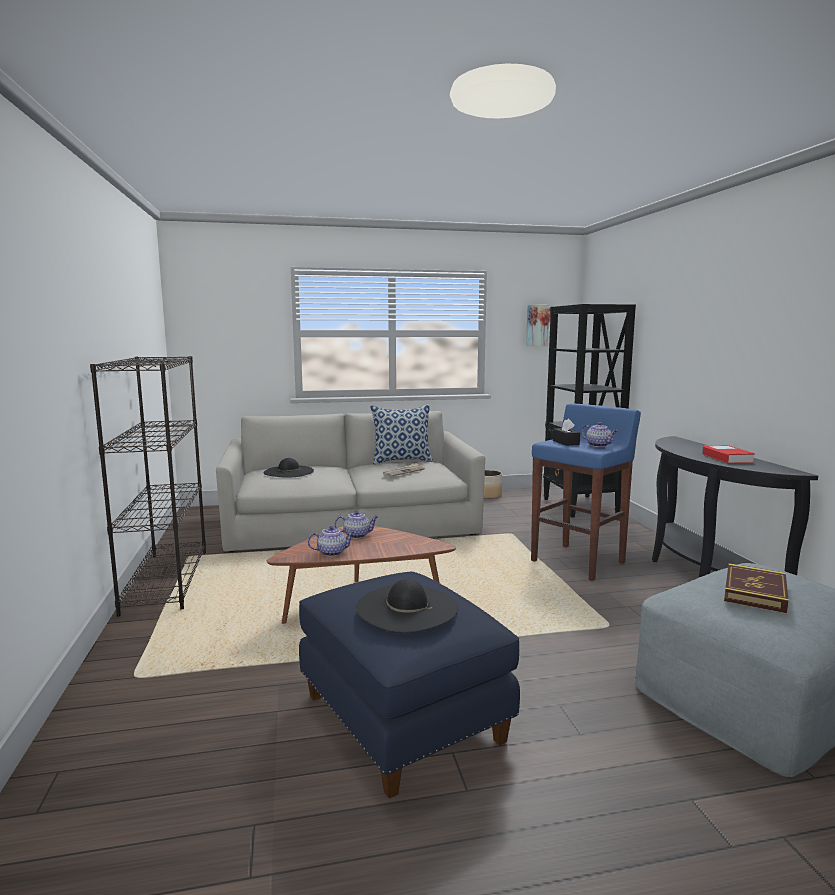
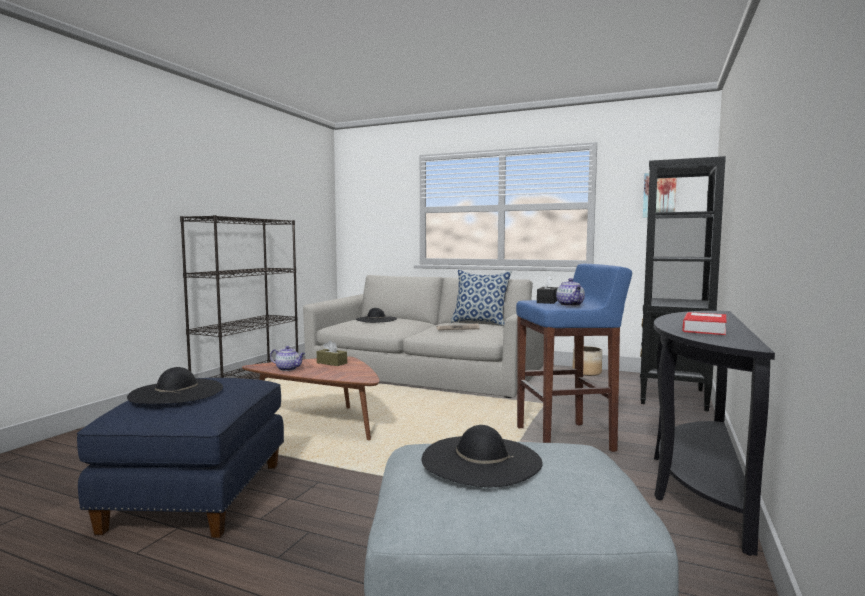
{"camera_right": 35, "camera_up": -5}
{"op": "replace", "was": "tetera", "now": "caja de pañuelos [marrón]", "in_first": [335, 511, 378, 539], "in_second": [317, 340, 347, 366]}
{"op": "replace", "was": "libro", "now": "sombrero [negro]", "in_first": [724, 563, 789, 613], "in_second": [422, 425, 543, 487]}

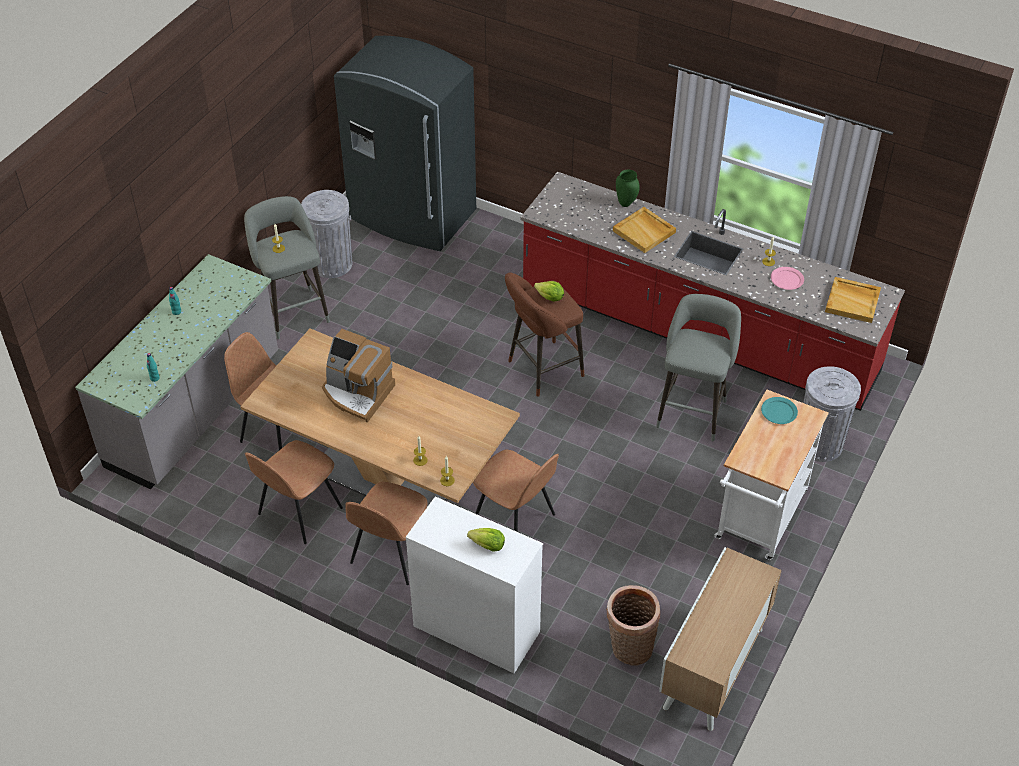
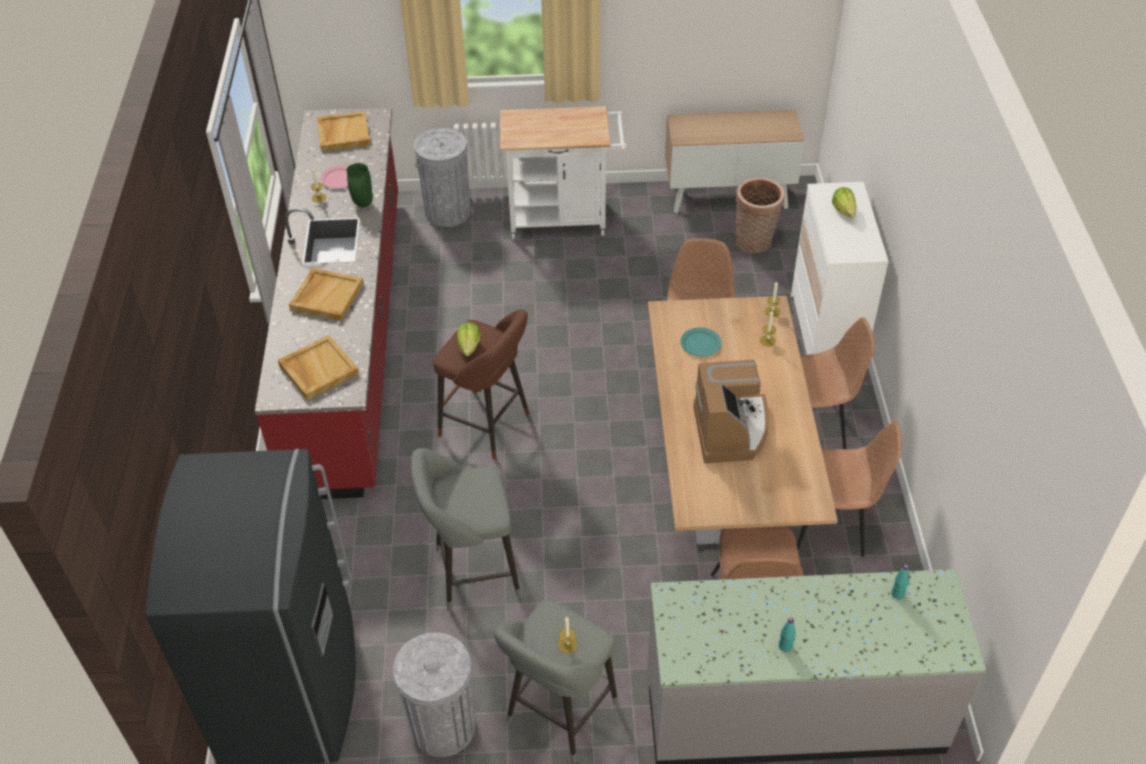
{"camera_right": -120, "camera_up": 0}
{"op": "insert", "now": "bandeja [beis]", "in_second": [278, 335, 359, 400]}
{"op": "move", "was": "florero [verde]", "in_first": [616, 169, 640, 207], "in_second": [347, 163, 373, 207]}
{"op": "move", "was": "taburete [gris]", "in_first": [656, 294, 741, 441], "in_second": [411, 448, 521, 611]}
{"op": "move", "was": "plato [turquesa]", "in_first": [761, 397, 798, 424], "in_second": [680, 327, 721, 357]}

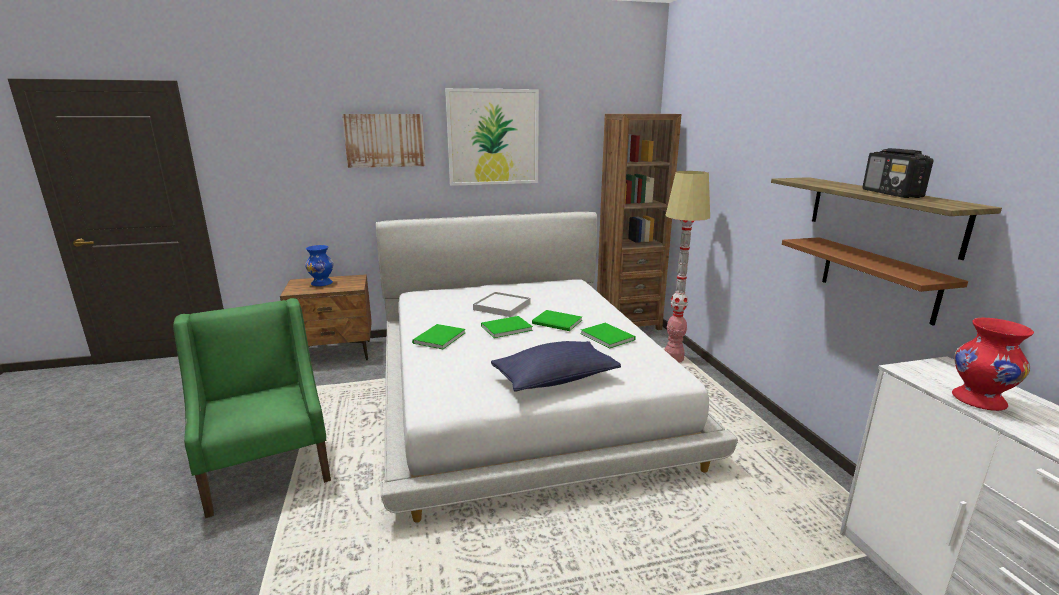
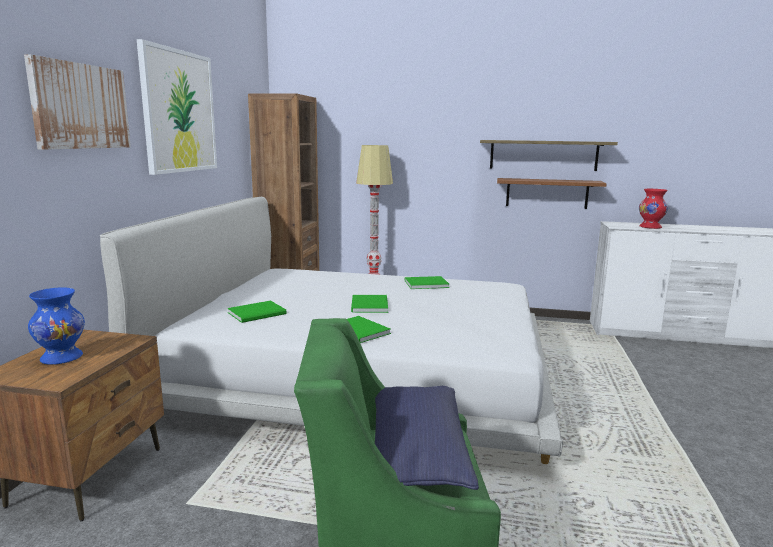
{"camera_right": -65, "camera_up": -5}
{"op": "move", "was": "libro [verde]", "in_first": [532, 310, 582, 331], "in_second": [227, 300, 287, 323]}
{"op": "move", "was": "cojín [azul]", "in_first": [491, 341, 621, 392], "in_second": [375, 386, 479, 490]}
{"op": "delete", "was": "bandeja [blanco]", "in_first": [473, 292, 530, 317]}
{"op": "delete", "was": "radio", "in_first": [862, 148, 934, 198]}

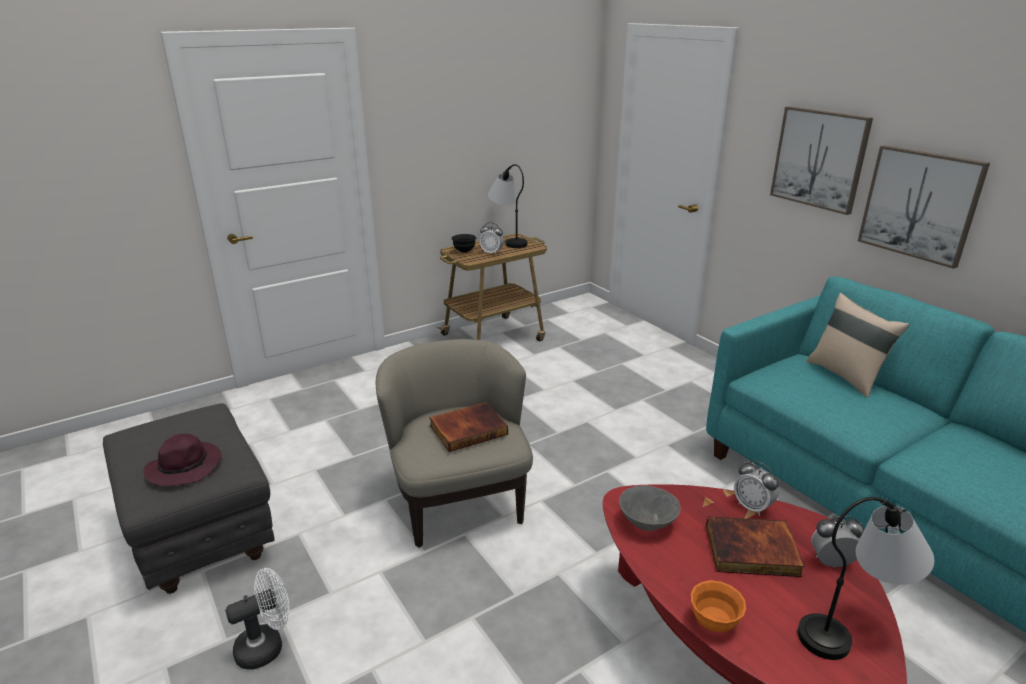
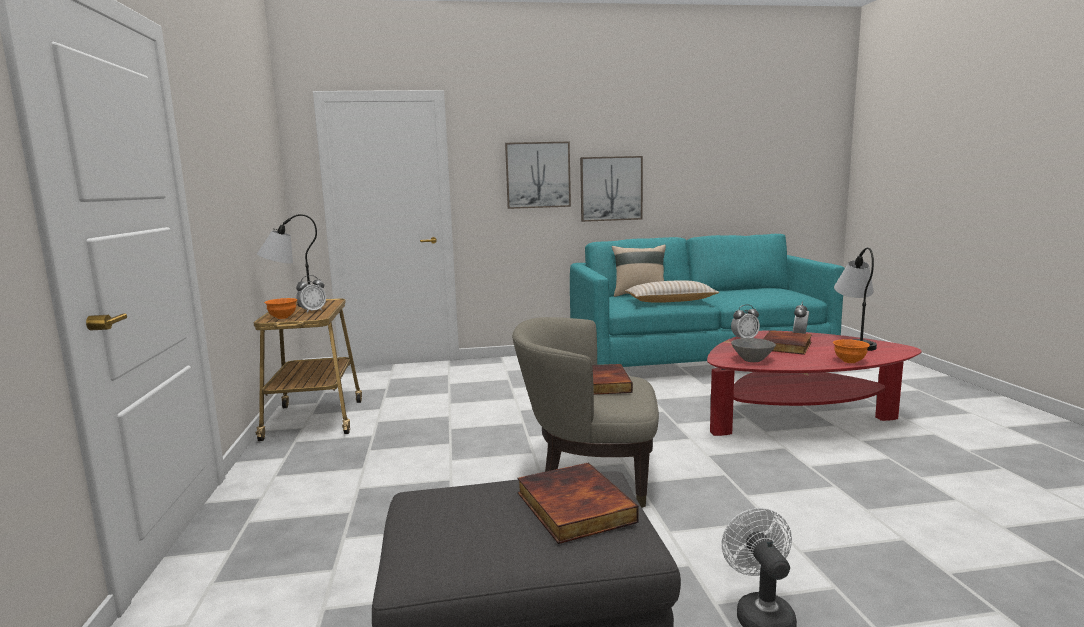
{"camera_right": -65, "camera_up": -15}
{"op": "recolor", "was": "cuenco [negro]", "now": "cuenco [naranja]", "in_first": [452, 234, 476, 253], "in_second": [264, 298, 297, 319]}
{"op": "replace", "was": "sombrero [morado]", "now": "libro", "in_first": [144, 433, 222, 486], "in_second": [518, 462, 639, 544]}
{"op": "insert", "now": "cojín [beis]", "in_second": [625, 281, 719, 303]}

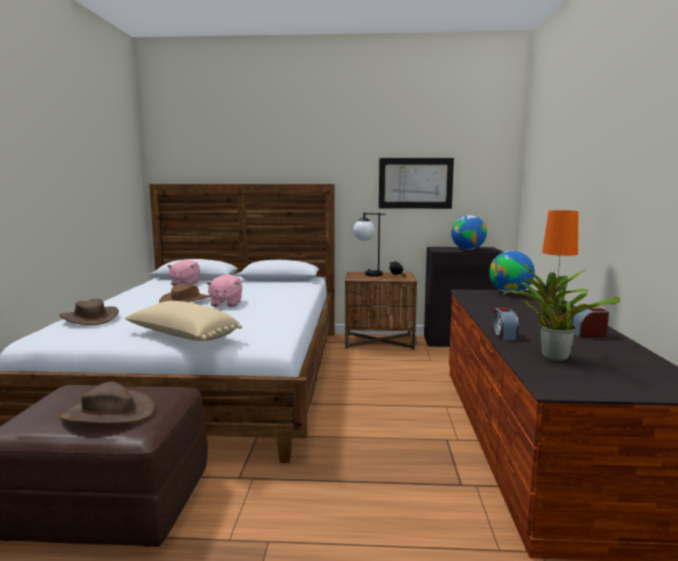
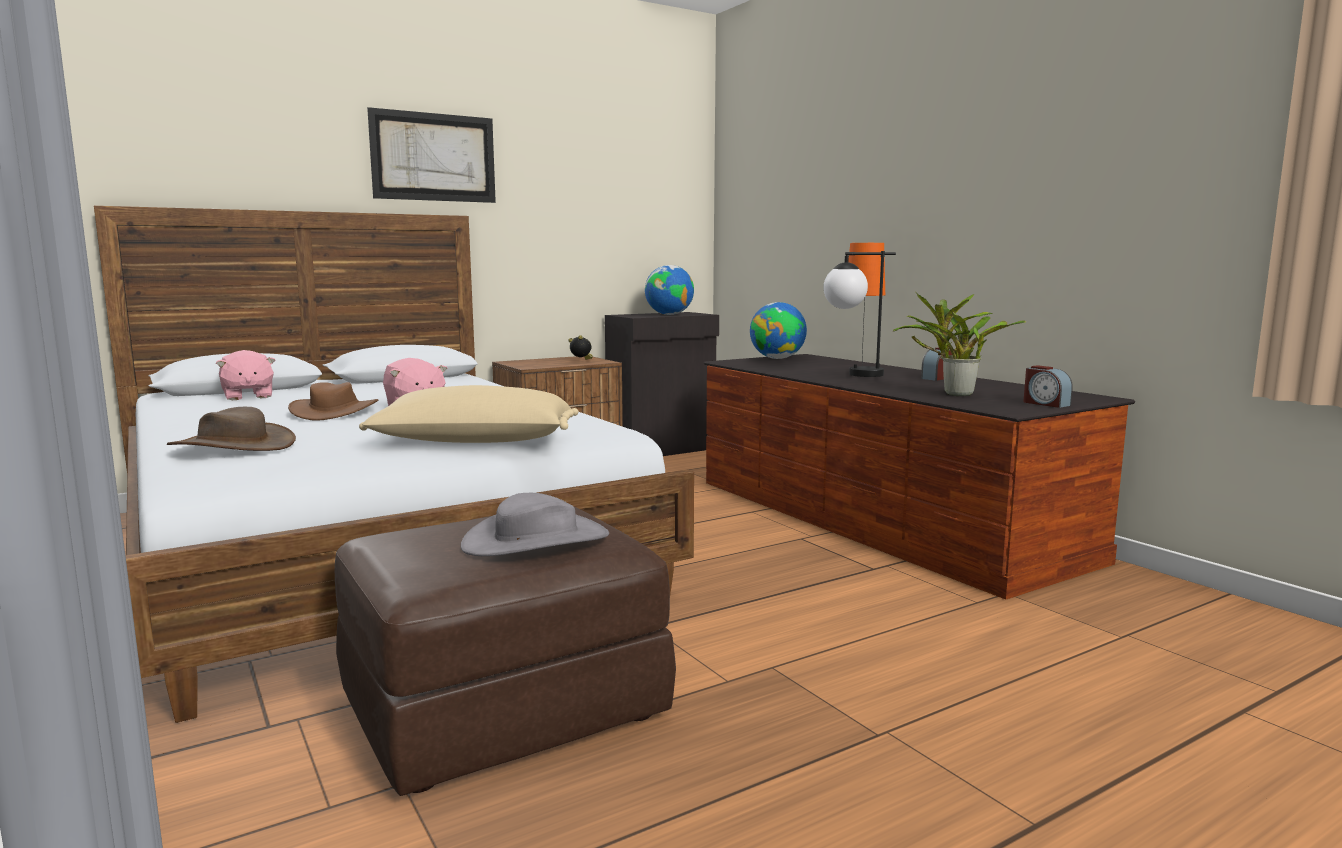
{"camera_right": -35, "camera_up": 0}
{"op": "move", "was": "cuadro", "in_first": [379, 158, 454, 209], "in_second": [367, 107, 496, 203]}
{"op": "recolor", "was": "sombrero [marrón]", "now": "sombrero [gris]", "in_first": [59, 381, 156, 424], "in_second": [461, 493, 609, 556]}
{"op": "move", "was": "lámpara de mesa", "in_first": [353, 213, 385, 277], "in_second": [823, 251, 896, 377]}
{"op": "move", "was": "despertador", "in_first": [493, 307, 519, 340], "in_second": [1023, 365, 1073, 408]}

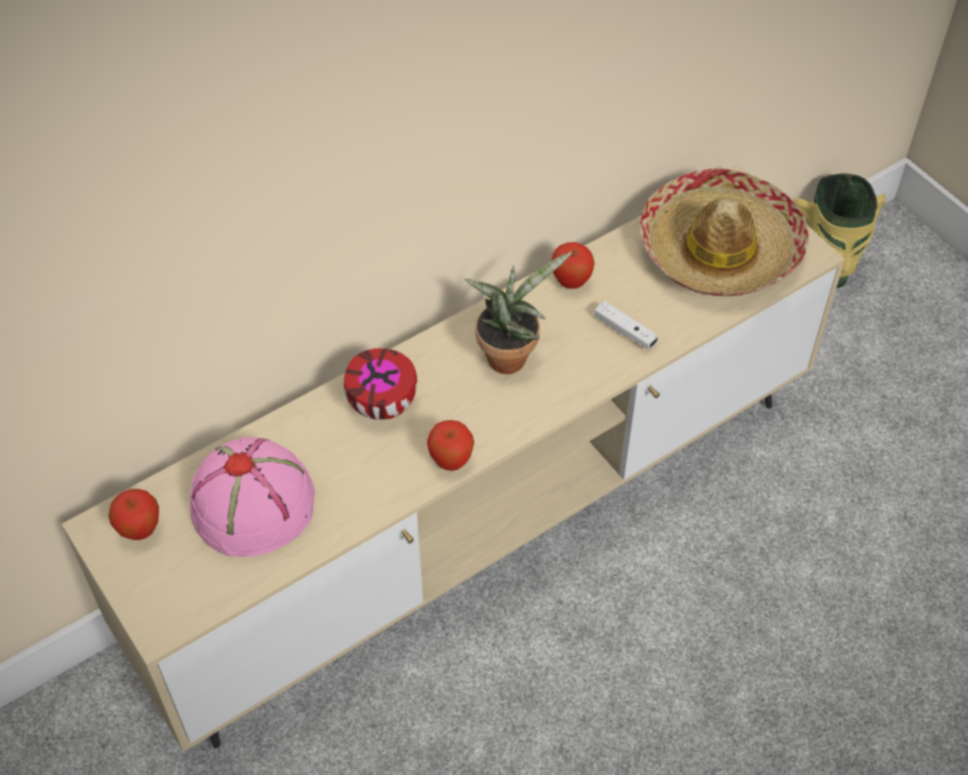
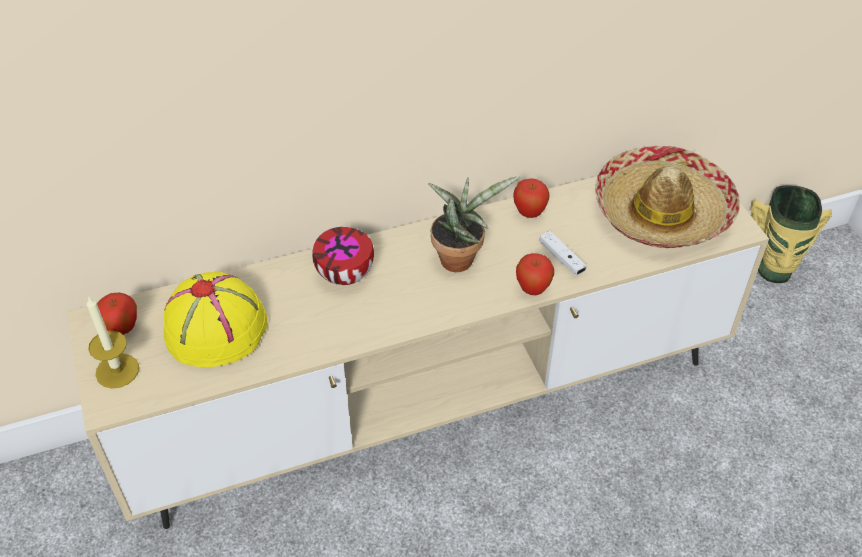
{"camera_right": 15, "camera_up": -5}
{"op": "insert", "now": "vela", "in_second": [87, 296, 139, 389]}
{"op": "recolor", "was": "sombrero [rosa]", "now": "sombrero [amarillo]", "in_first": [190, 437, 315, 557], "in_second": [163, 271, 267, 368]}
{"op": "move", "was": "manzana", "in_first": [427, 420, 474, 471], "in_second": [516, 253, 554, 295]}

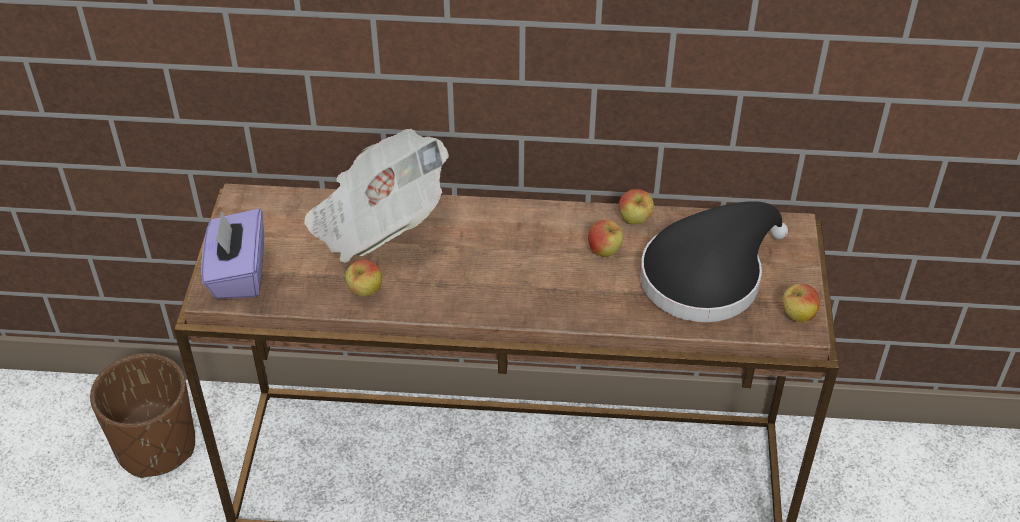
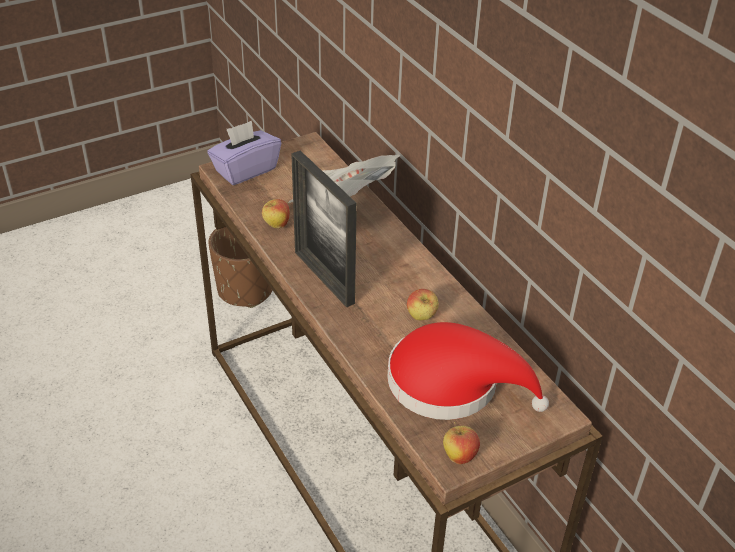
{"camera_right": 55, "camera_up": -5}
{"op": "insert", "now": "portarretratos", "in_second": [291, 151, 357, 308]}
{"op": "recolor", "was": "sombrero [negro]", "now": "sombrero [rojo]", "in_first": [640, 201, 788, 322], "in_second": [387, 322, 549, 420]}
{"op": "delete", "was": "manzana", "in_first": [619, 189, 654, 224]}

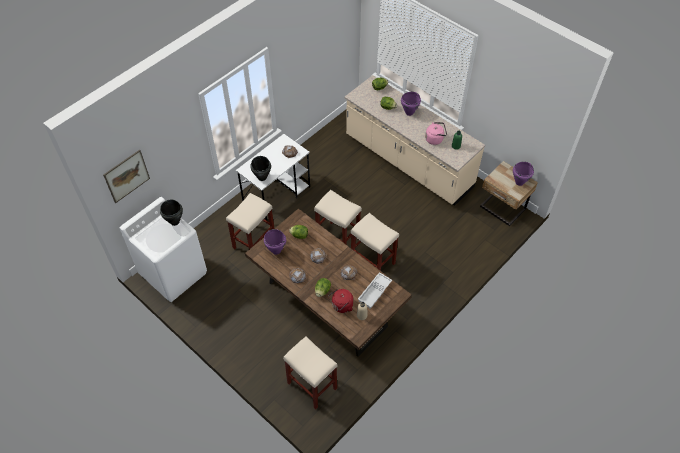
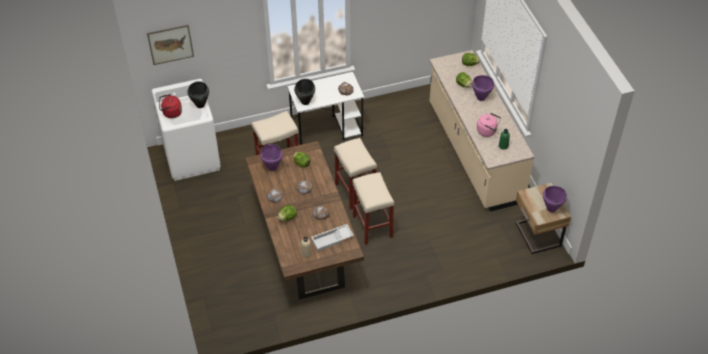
{"camera_right": 30, "camera_up": -5}
{"op": "move", "was": "hervidor [rojo]", "in_first": [328, 289, 353, 313], "in_second": [159, 94, 182, 118]}
{"op": "delete", "was": "taburete [beis]", "in_first": [283, 336, 338, 409]}

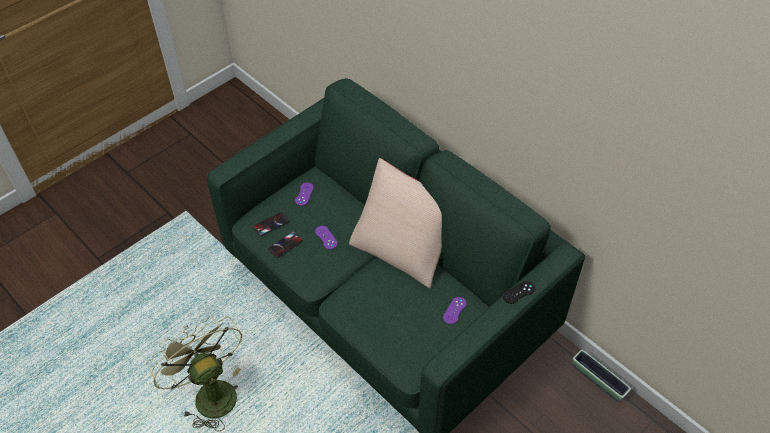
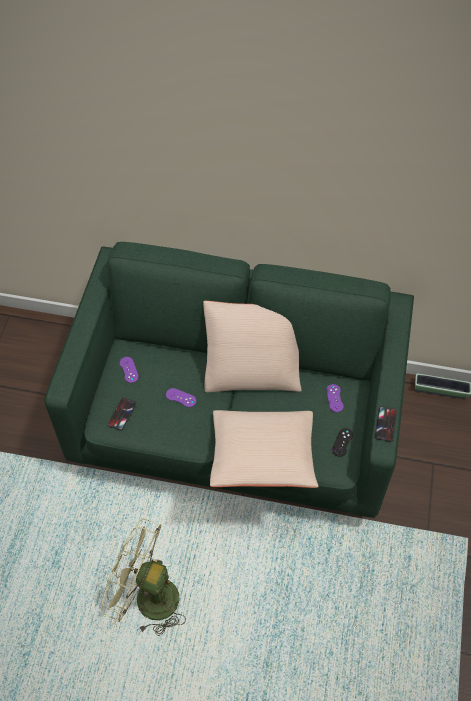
{"camera_right": -35, "camera_up": 5}
{"op": "insert", "now": "cojín [beis]", "in_second": [210, 410, 319, 488]}
{"op": "move", "was": "mando de consola [negro]", "in_first": [503, 281, 535, 304], "in_second": [332, 428, 353, 457]}
{"op": "move", "was": "móvil", "in_first": [268, 231, 303, 258], "in_second": [375, 406, 397, 442]}

